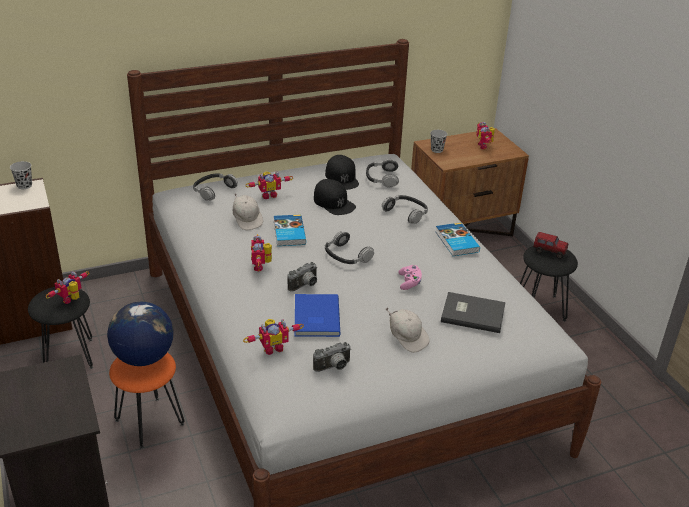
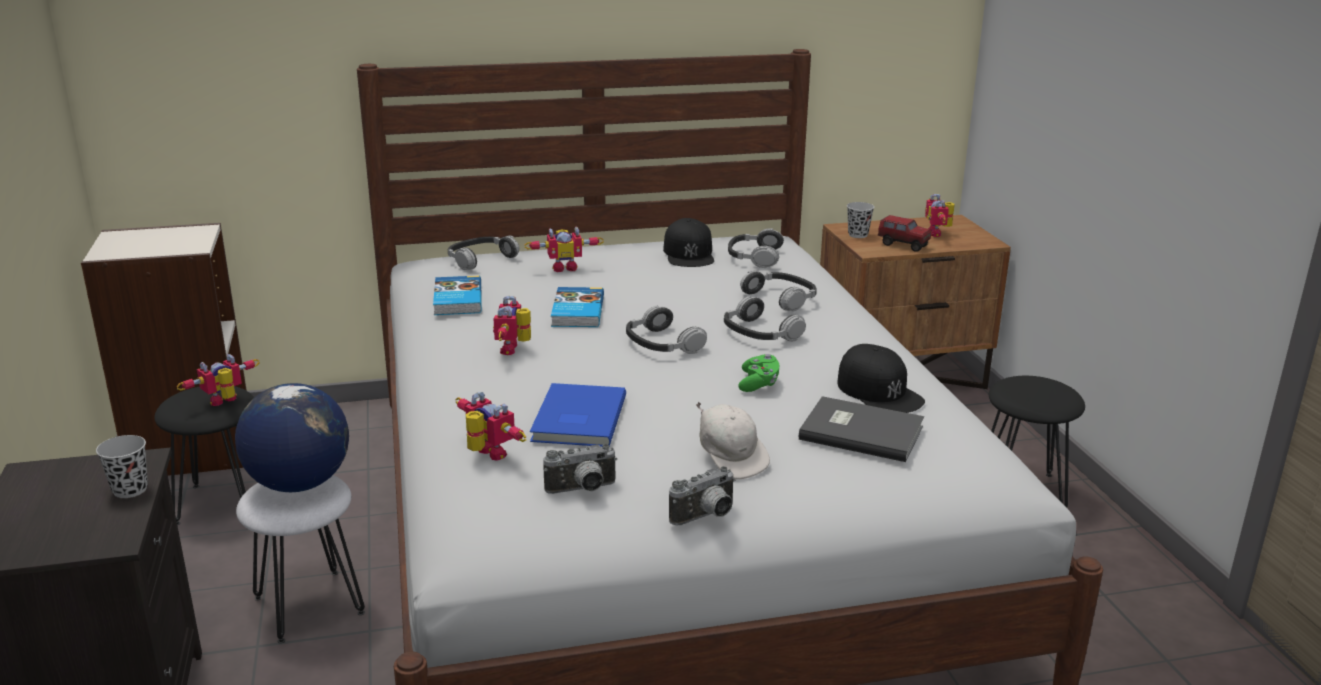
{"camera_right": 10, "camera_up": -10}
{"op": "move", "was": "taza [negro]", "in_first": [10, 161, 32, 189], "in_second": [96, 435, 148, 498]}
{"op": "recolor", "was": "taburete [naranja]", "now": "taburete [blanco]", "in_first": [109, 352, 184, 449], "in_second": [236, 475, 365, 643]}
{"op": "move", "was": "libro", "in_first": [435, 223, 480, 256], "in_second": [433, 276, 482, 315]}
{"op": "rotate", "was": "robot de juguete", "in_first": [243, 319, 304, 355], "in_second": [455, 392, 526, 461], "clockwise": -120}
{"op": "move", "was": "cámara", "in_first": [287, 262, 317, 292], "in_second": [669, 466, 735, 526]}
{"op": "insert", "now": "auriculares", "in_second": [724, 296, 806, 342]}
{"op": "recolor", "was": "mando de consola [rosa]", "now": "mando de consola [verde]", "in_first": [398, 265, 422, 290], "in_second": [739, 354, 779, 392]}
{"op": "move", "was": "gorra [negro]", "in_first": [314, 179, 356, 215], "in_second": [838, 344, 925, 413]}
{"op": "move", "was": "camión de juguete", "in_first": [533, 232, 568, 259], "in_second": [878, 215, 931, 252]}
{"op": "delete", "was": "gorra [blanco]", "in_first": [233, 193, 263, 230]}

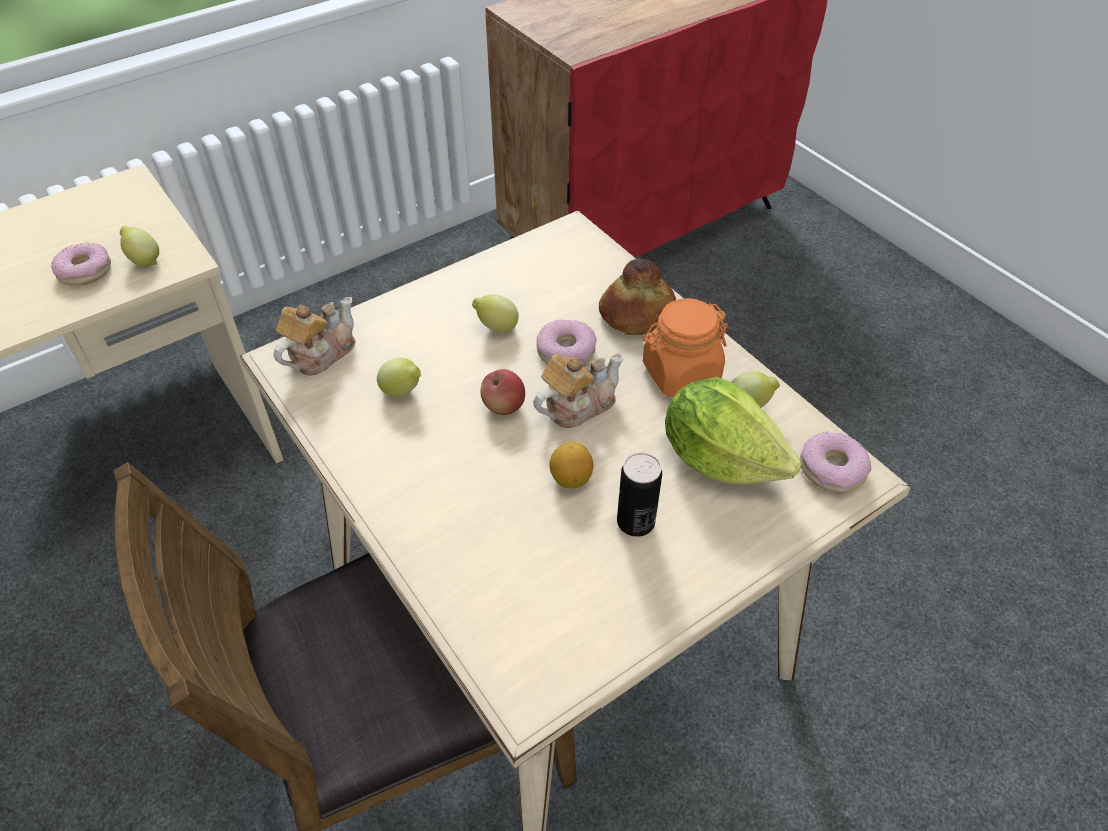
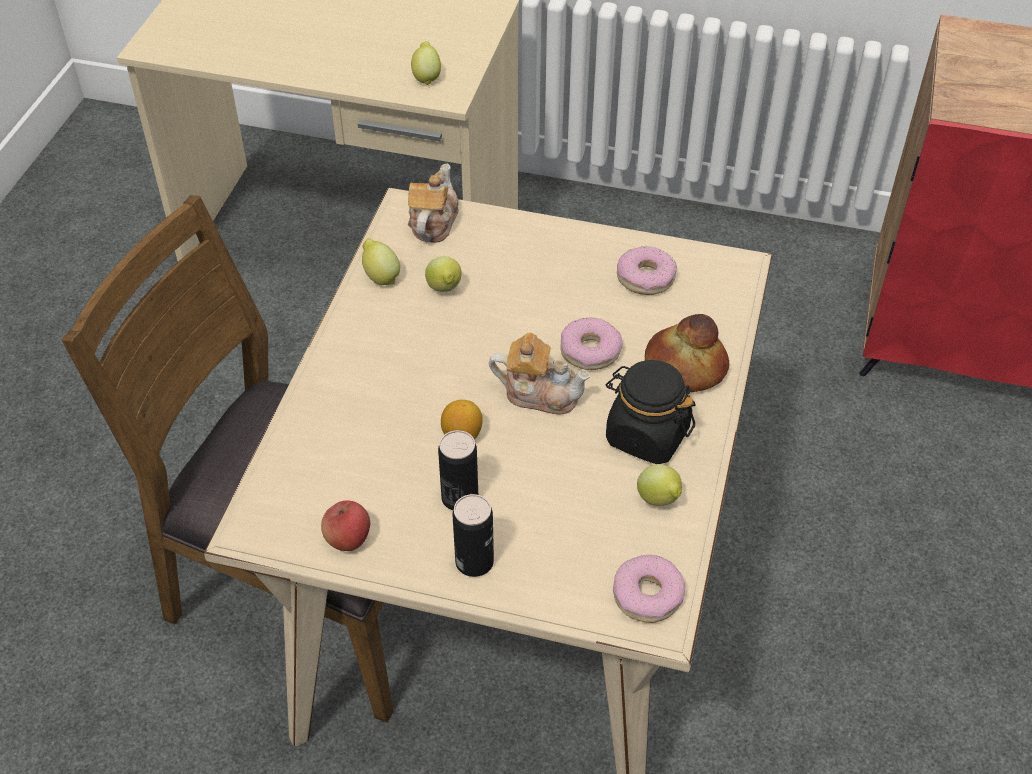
{"camera_right": 50, "camera_up": 0}
{"op": "move", "was": "manzana", "in_first": [481, 369, 525, 415], "in_second": [321, 500, 370, 551]}
{"op": "move", "was": "limón", "in_first": [472, 294, 519, 333], "in_second": [362, 238, 400, 285]}
{"op": "rotate", "was": "tetera", "in_first": [274, 297, 355, 376], "in_second": [408, 163, 459, 243], "clockwise": -75}
{"op": "insert", "now": "lata", "in_second": [452, 494, 494, 577]}
{"op": "recolor", "was": "tarro [naranja]", "now": "tarro [negro]", "in_first": [643, 298, 728, 397], "in_second": [606, 360, 696, 464]}
{"op": "move", "was": "rosquilla", "in_first": [51, 243, 111, 286], "in_second": [617, 246, 677, 295]}
{"op": "delete", "was": "lechuga", "in_first": [665, 377, 802, 484]}

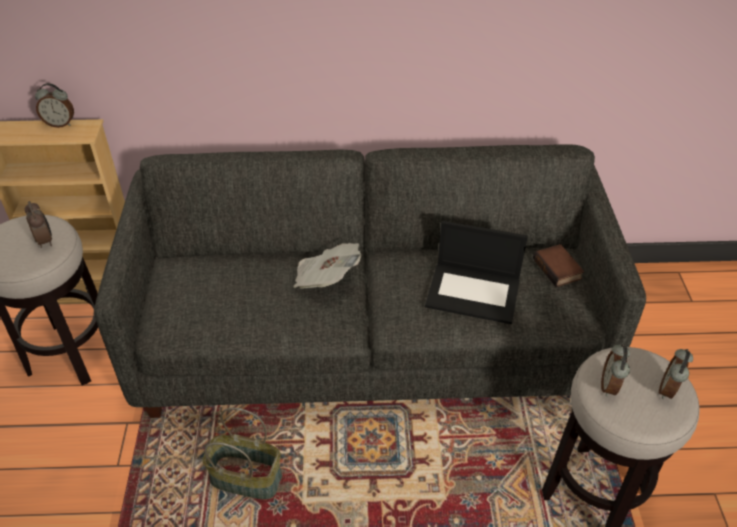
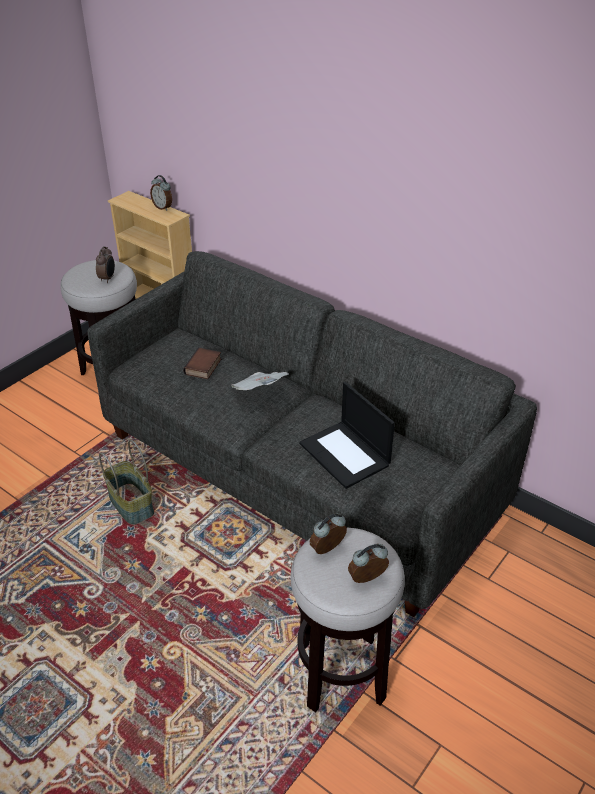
{"camera_right": 40, "camera_up": -5}
{"op": "move", "was": "libro", "in_first": [533, 244, 584, 287], "in_second": [183, 348, 221, 379]}

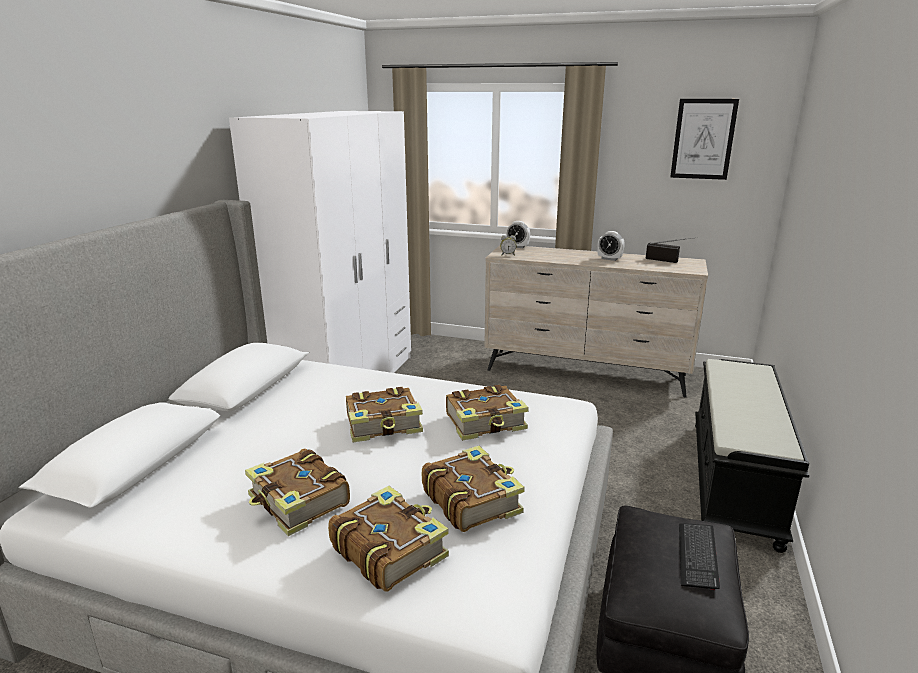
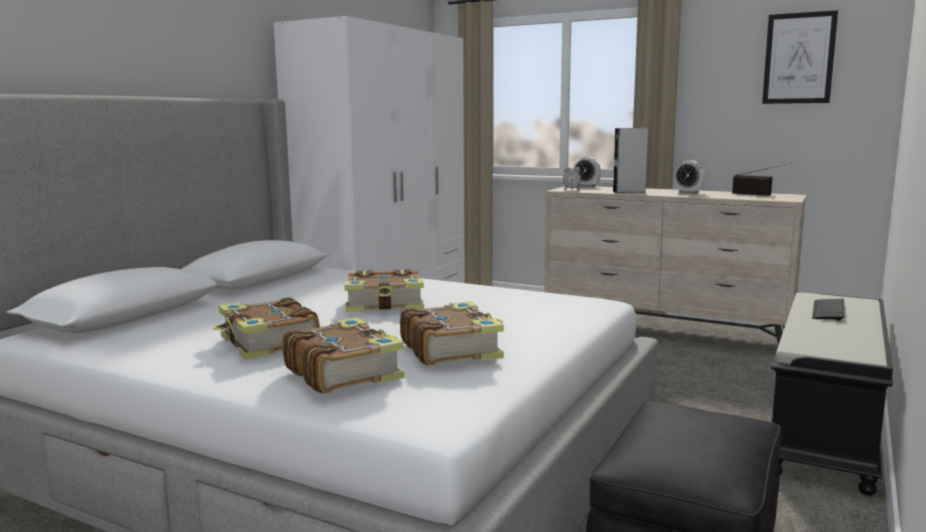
{"camera_right": 10, "camera_up": -10}
{"op": "insert", "now": "altavoz [gris]", "in_second": [613, 128, 648, 193]}
{"op": "move", "was": "teclado", "in_first": [679, 523, 720, 590], "in_second": [812, 299, 844, 321]}
{"op": "delete", "was": "libro", "in_first": [446, 385, 529, 441]}

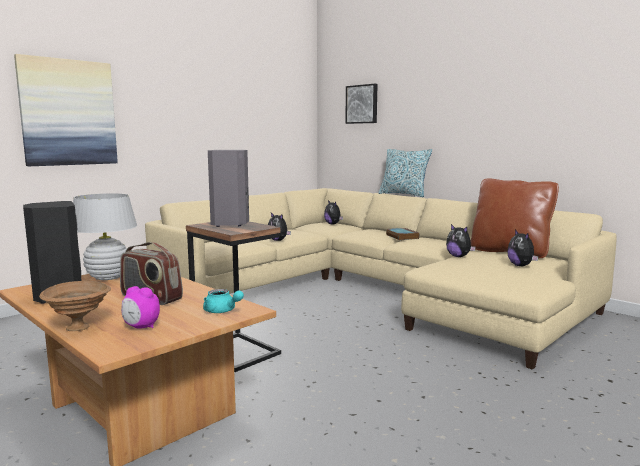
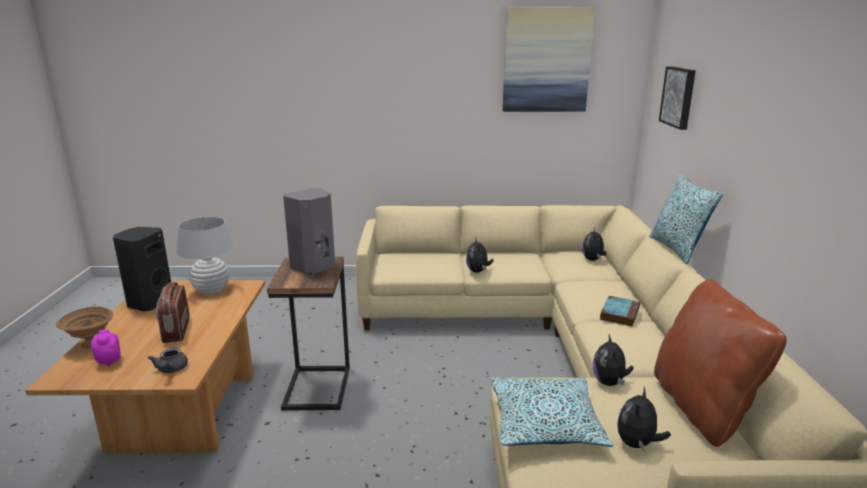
{"camera_right": 45, "camera_up": 10}
{"op": "recolor", "was": "tetera [turquesa]", "now": "tetera [gris]", "in_first": [203, 289, 244, 313], "in_second": [148, 348, 188, 373]}
{"op": "insert", "now": "cojín", "in_second": [490, 377, 613, 447]}
{"op": "move", "was": "cuadro", "in_first": [14, 54, 118, 166], "in_second": [502, 7, 595, 112]}

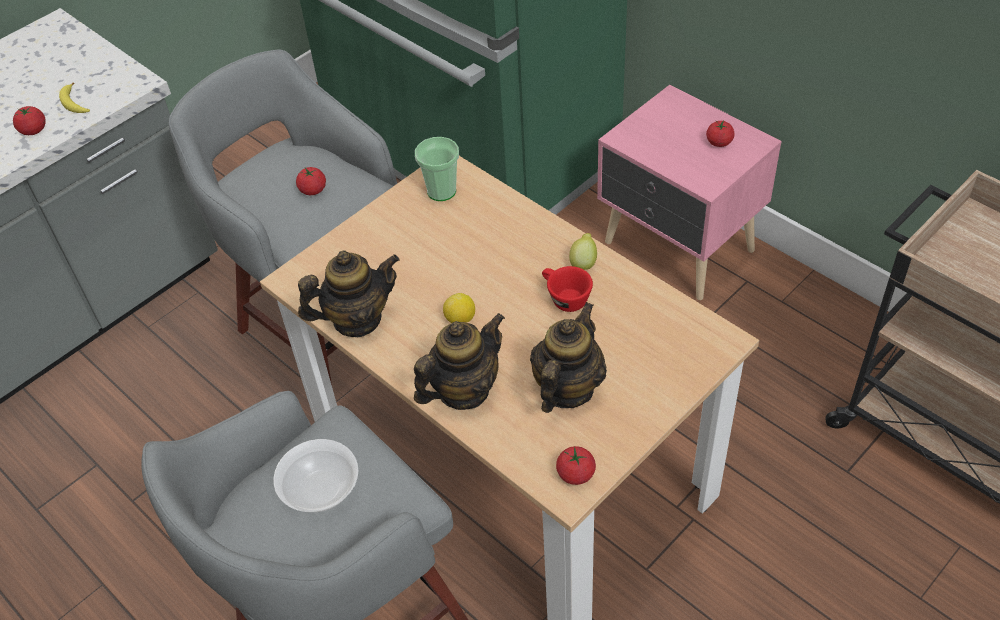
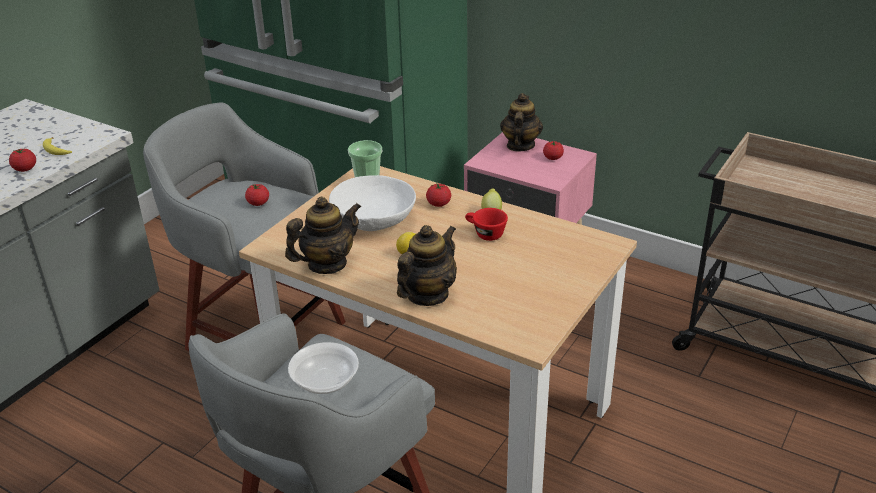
{"camera_right": -15, "camera_up": -15}
{"op": "insert", "now": "cuenco [blanco]", "in_second": [329, 175, 416, 231]}
{"op": "move", "was": "tomate", "in_first": [556, 446, 596, 485], "in_second": [426, 182, 451, 207]}
{"op": "move", "was": "tetera", "in_first": [530, 302, 607, 413], "in_second": [500, 93, 543, 151]}

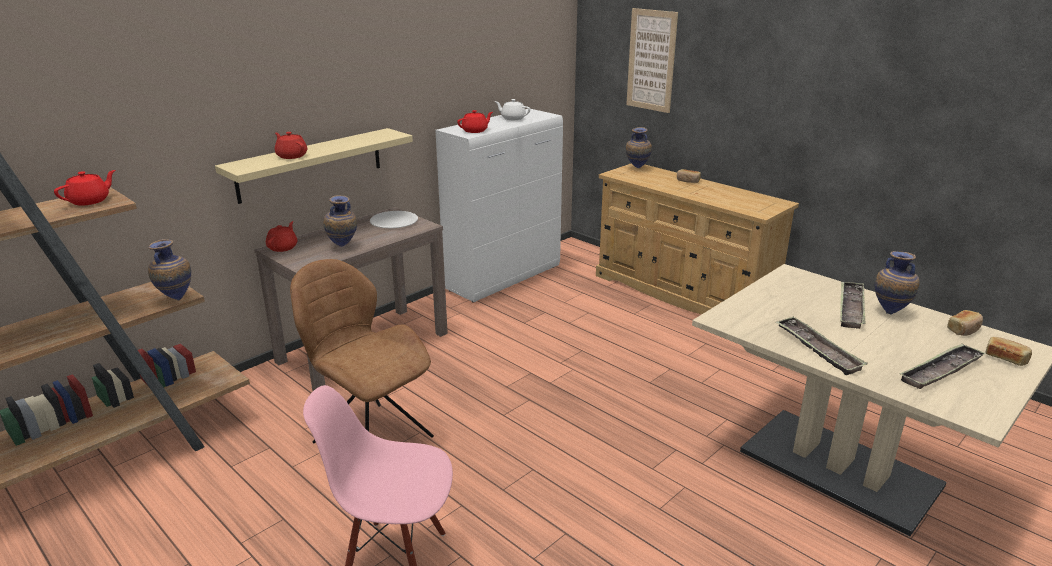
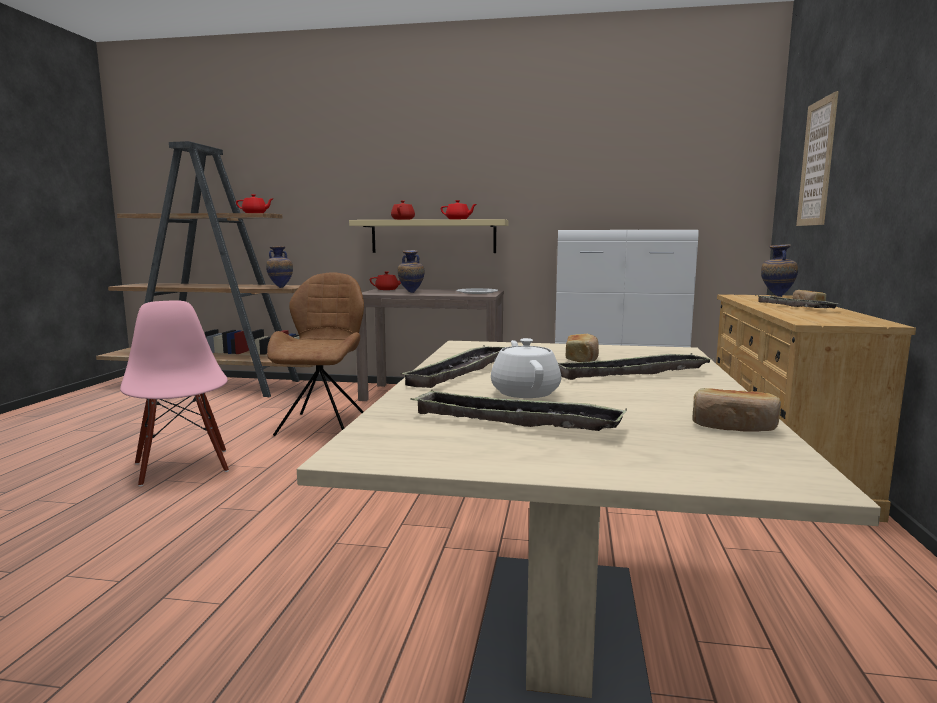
{"camera_right": 55, "camera_up": -15}
{"op": "move", "was": "tetera [rojo]", "in_first": [457, 110, 493, 133], "in_second": [441, 200, 477, 219]}
{"op": "move", "was": "tetera [blanco]", "in_first": [495, 99, 530, 120], "in_second": [491, 338, 561, 398]}
{"op": "move", "was": "pan", "in_first": [986, 337, 1032, 366], "in_second": [566, 334, 599, 362]}
{"op": "insert", "now": "bandeja", "in_second": [756, 295, 837, 309]}
{"op": "delete", "was": "florero", "in_first": [875, 251, 920, 314]}

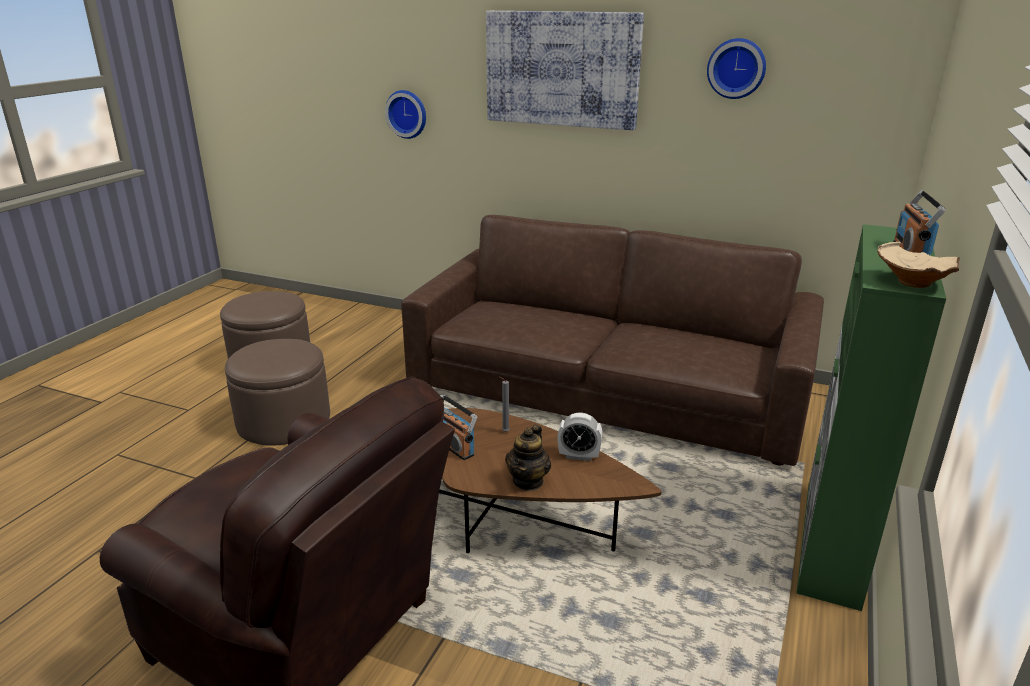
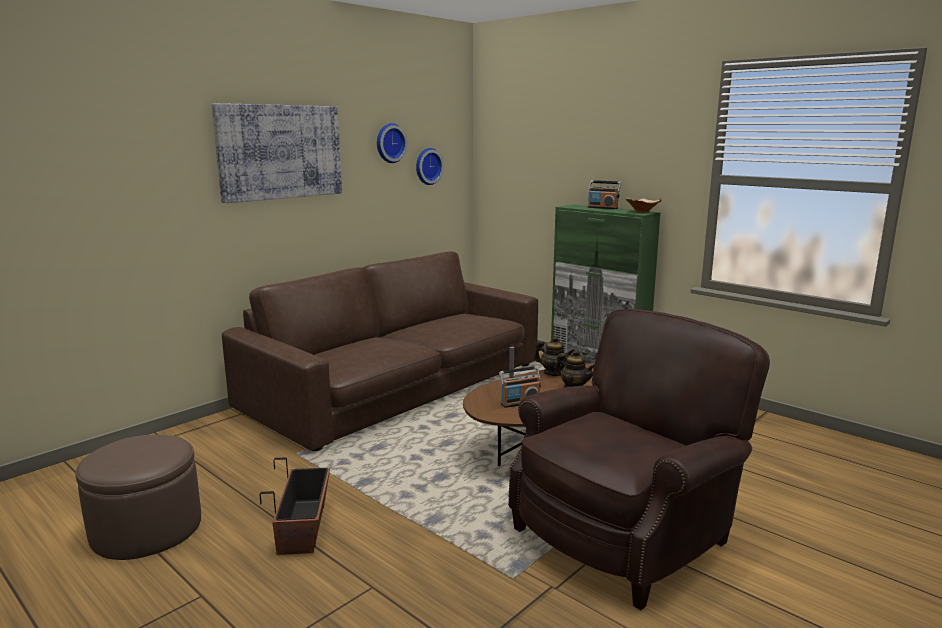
{"camera_right": -70, "camera_up": -10}
{"op": "replace", "was": "puf [marrón]", "now": "maceta", "in_first": [225, 339, 330, 446], "in_second": [260, 457, 330, 555]}
{"op": "move", "was": "reloj de pared", "in_first": [385, 90, 426, 139], "in_second": [416, 148, 444, 185]}
{"op": "replace", "was": "despertador", "now": "tetera", "in_first": [558, 413, 602, 461], "in_second": [534, 336, 574, 376]}

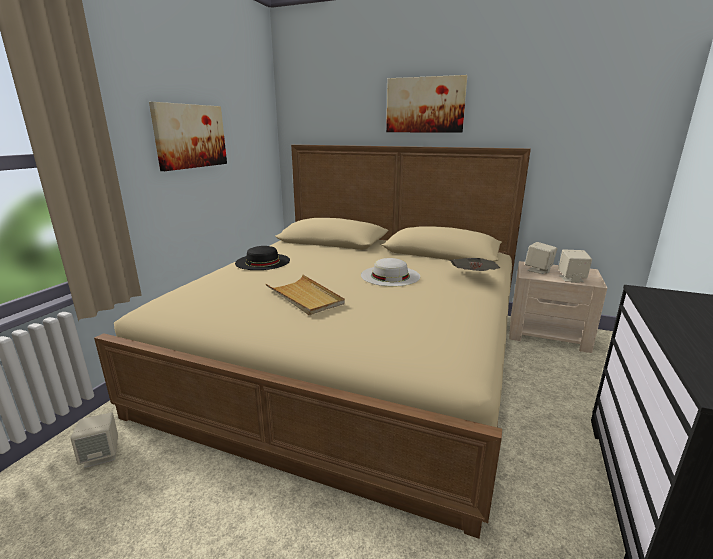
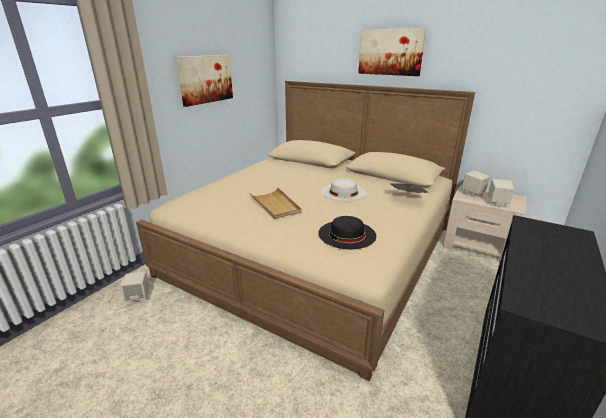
{"camera_right": 10, "camera_up": 5}
{"op": "move", "was": "sombrero [negro]", "in_first": [235, 246, 290, 270], "in_second": [318, 216, 376, 249]}

